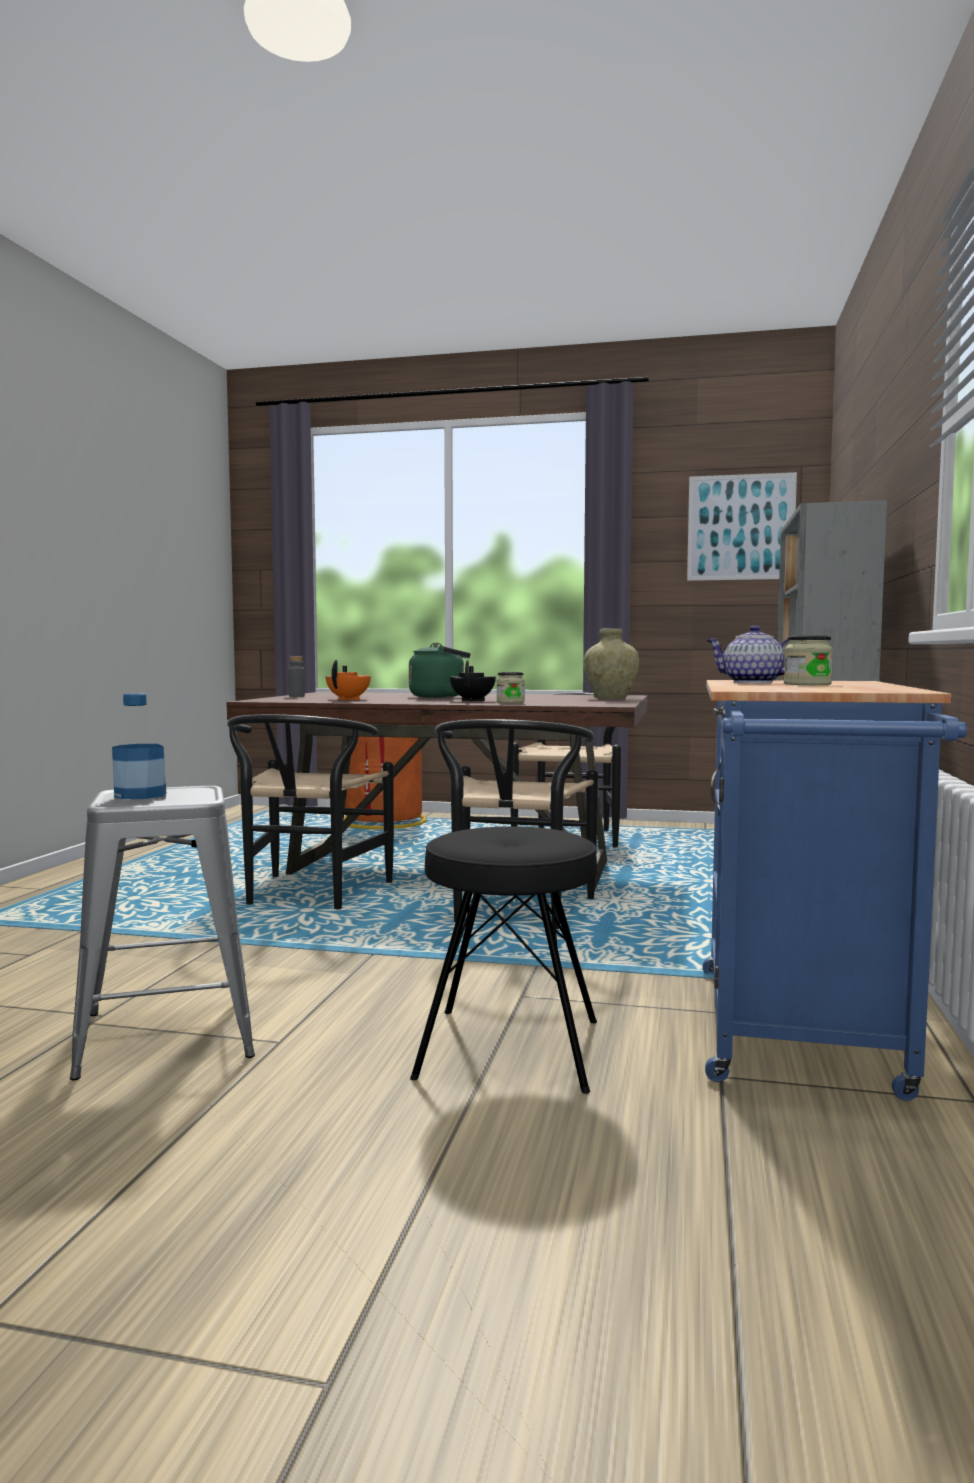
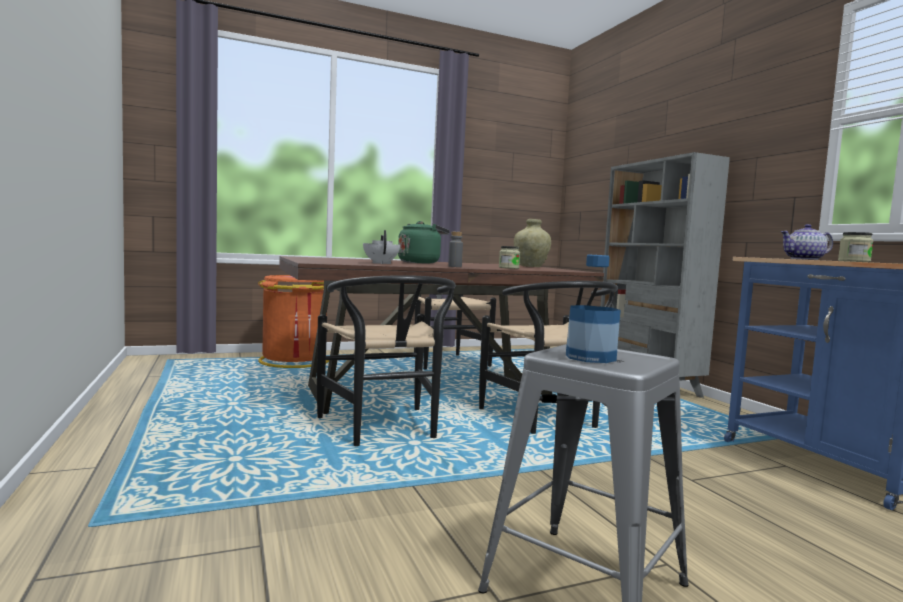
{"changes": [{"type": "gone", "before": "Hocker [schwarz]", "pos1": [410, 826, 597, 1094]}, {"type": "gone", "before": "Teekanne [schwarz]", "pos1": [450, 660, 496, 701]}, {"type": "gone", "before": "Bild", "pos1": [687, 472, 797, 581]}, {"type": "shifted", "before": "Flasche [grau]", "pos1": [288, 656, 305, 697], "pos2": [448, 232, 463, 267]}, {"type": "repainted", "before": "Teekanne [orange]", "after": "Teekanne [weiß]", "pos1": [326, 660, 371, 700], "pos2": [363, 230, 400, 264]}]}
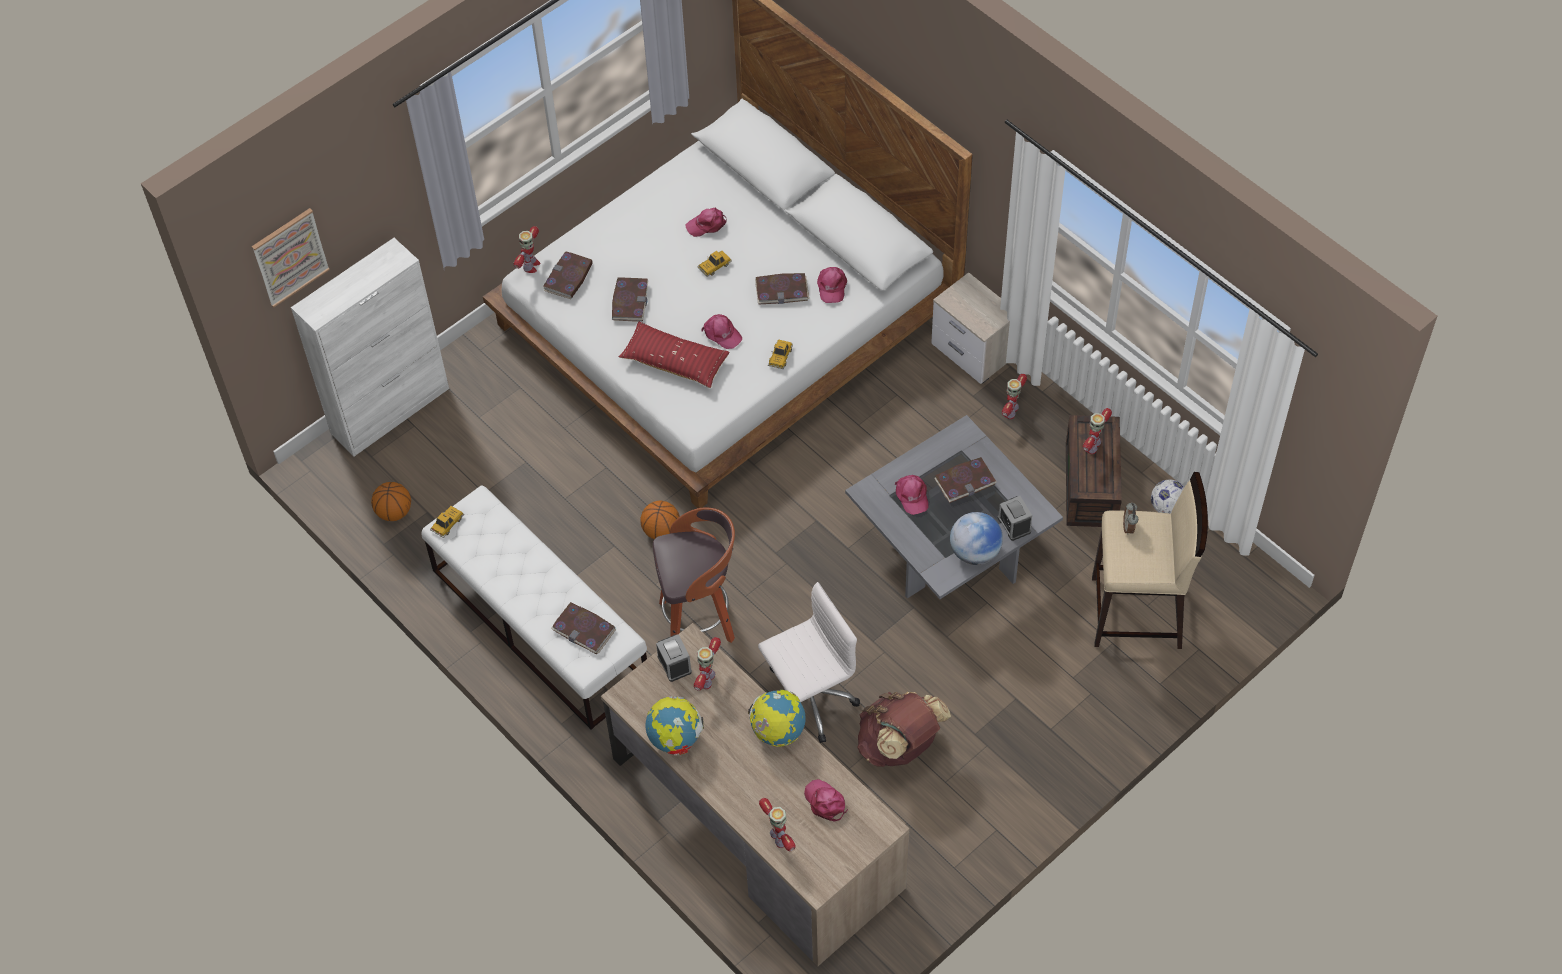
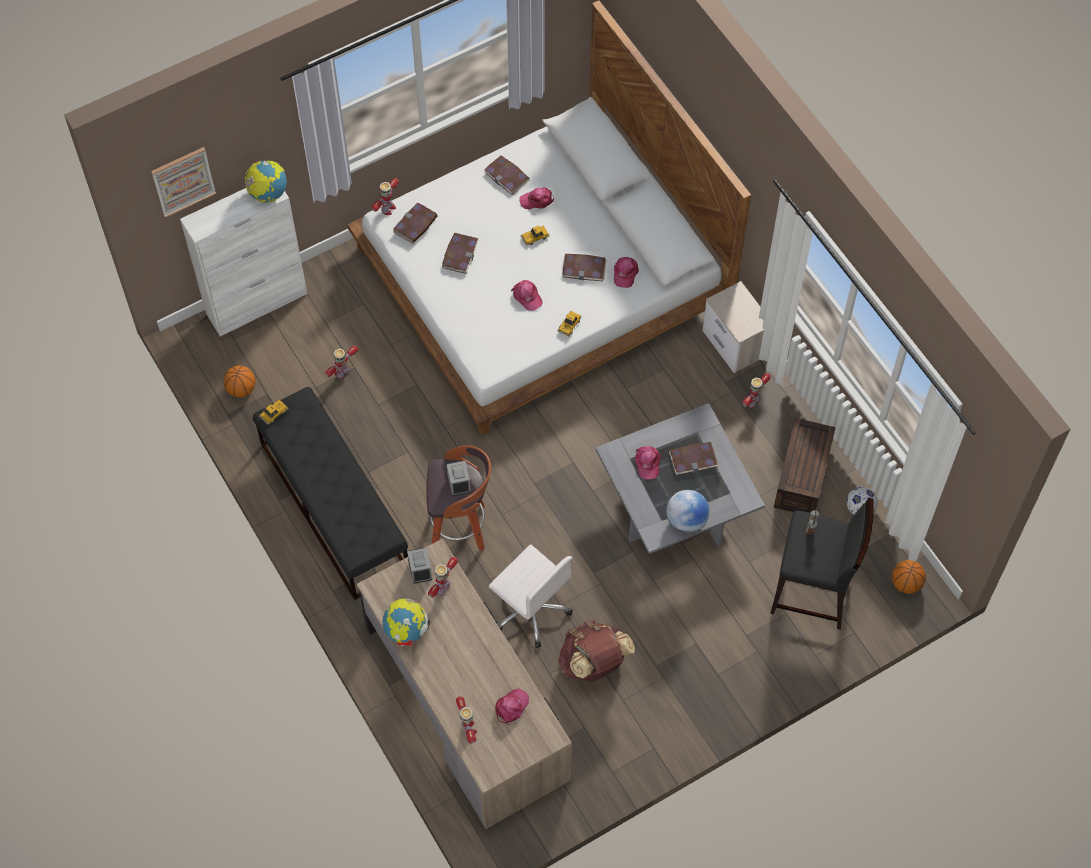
{"changes": [{"type": "gone", "before": "Kissen [rot]", "pos1": [619, 322, 730, 388]}, {"type": "shifted", "before": "Buch", "pos1": [551, 602, 616, 654], "pos2": [484, 155, 530, 195]}, {"type": "shifted", "before": "Basketball", "pos1": [640, 501, 680, 539], "pos2": [892, 560, 926, 594]}, {"type": "shifted", "before": "Globus", "pos1": [748, 690, 806, 747], "pos2": [245, 160, 287, 203]}, {"type": "shifted", "before": "Wecker", "pos1": [998, 496, 1032, 541], "pos2": [447, 461, 471, 496]}, {"type": "shifted", "before": "Spielzeugroboter", "pos1": [1083, 408, 1112, 454], "pos2": [325, 346, 358, 379]}, {"type": "repainted", "before": "Bank [weiß]", "after": "Bank [schwarz]", "pos1": [421, 486, 647, 730], "pos2": [253, 387, 408, 600]}, {"type": "repainted", "before": "Hocker [beige]", "after": "Hocker [schwarz]", "pos1": [1092, 472, 1208, 649], "pos2": [770, 498, 874, 630]}, {"type": "rotated", "before": "Bürostuhl [weiß]", "pos1": [758, 582, 860, 743], "pos2": [489, 545, 573, 648], "turn": 60}, {"type": "rotated", "before": "Kappe [rosa]", "pos1": [804, 779, 848, 822], "pos2": [495, 689, 529, 725], "turn": 60}]}
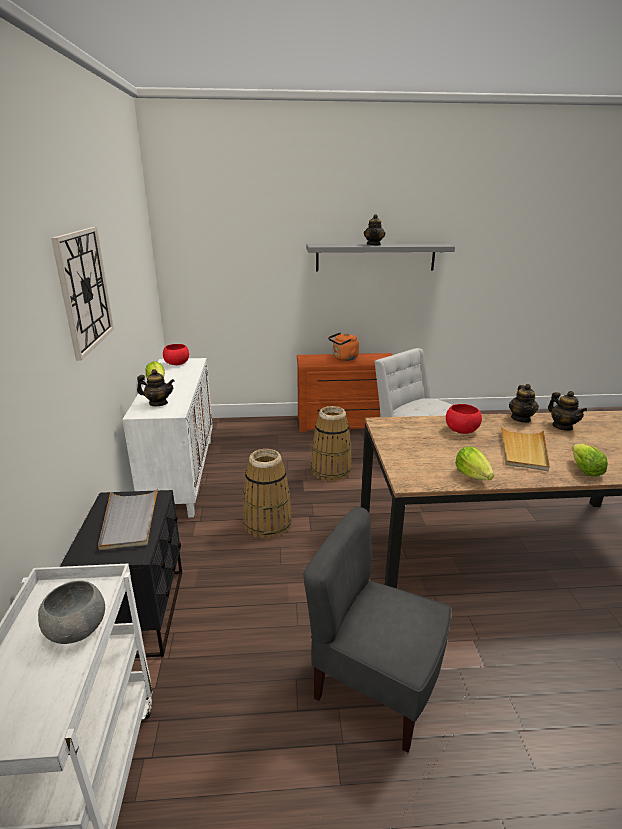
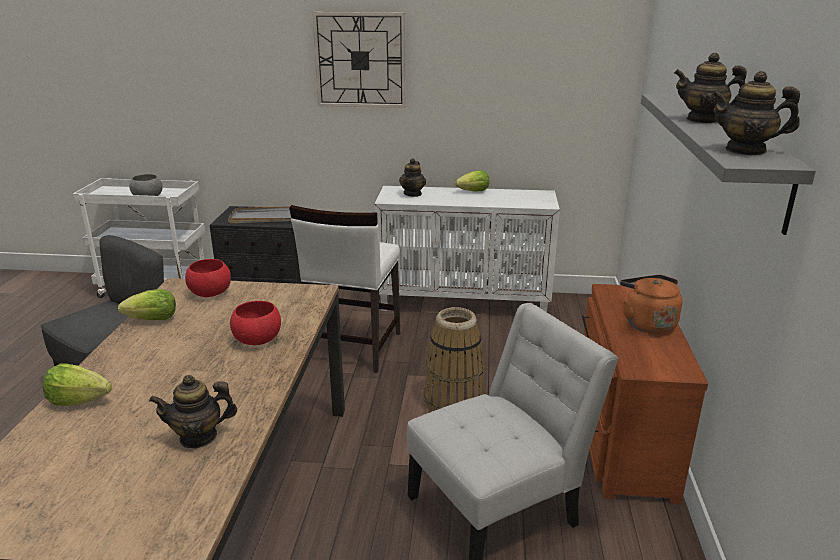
{"changes": [{"type": "gone", "before": "Tablett [beige]", "pos1": [500, 425, 549, 471]}, {"type": "shifted", "before": "Schüssel [rot]", "pos1": [163, 344, 189, 365], "pos2": [185, 259, 231, 297]}, {"type": "shifted", "before": "Teekanne", "pos1": [509, 384, 539, 423], "pos2": [711, 71, 800, 155]}, {"type": "swapped", "before": "Korb", "after": "Stuhl [weiß]", "pos1": [243, 449, 292, 539], "pos2": [289, 205, 400, 373]}]}
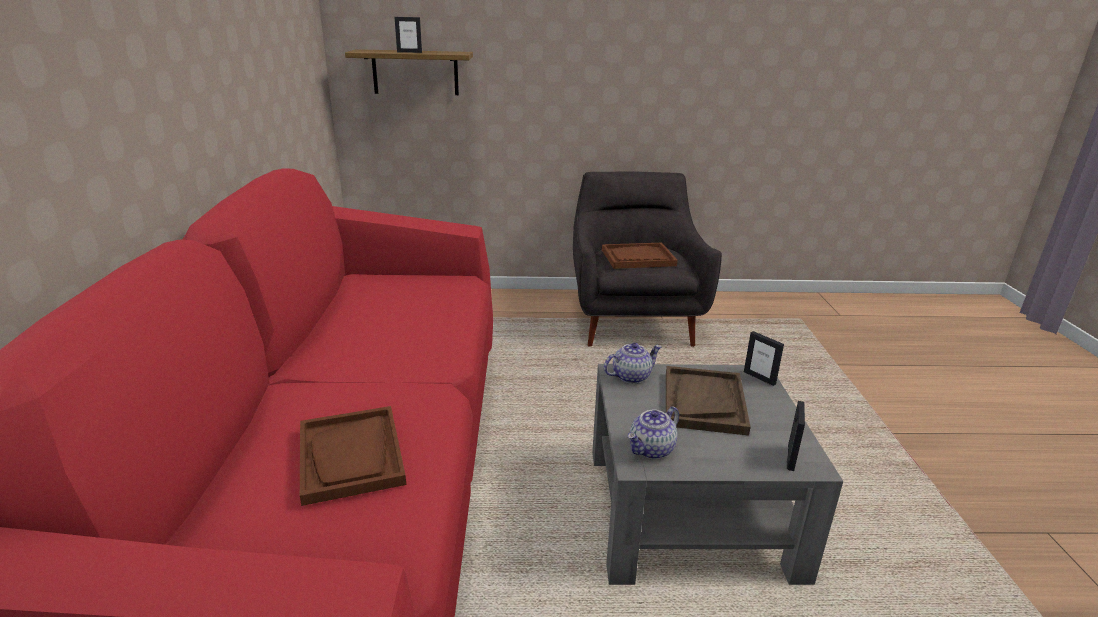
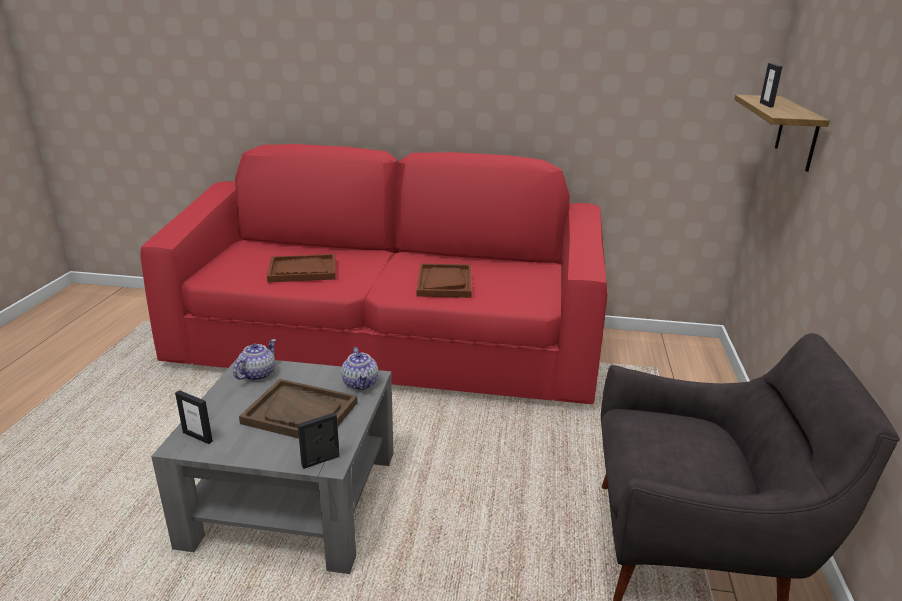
{"changes": [{"type": "shifted", "before": "Tablett [braun]", "pos1": [602, 243, 678, 269], "pos2": [417, 263, 472, 298]}, {"type": "rotated", "before": "Teekanne", "pos1": [628, 406, 679, 459], "pos2": [233, 339, 276, 381], "turn": 60}]}
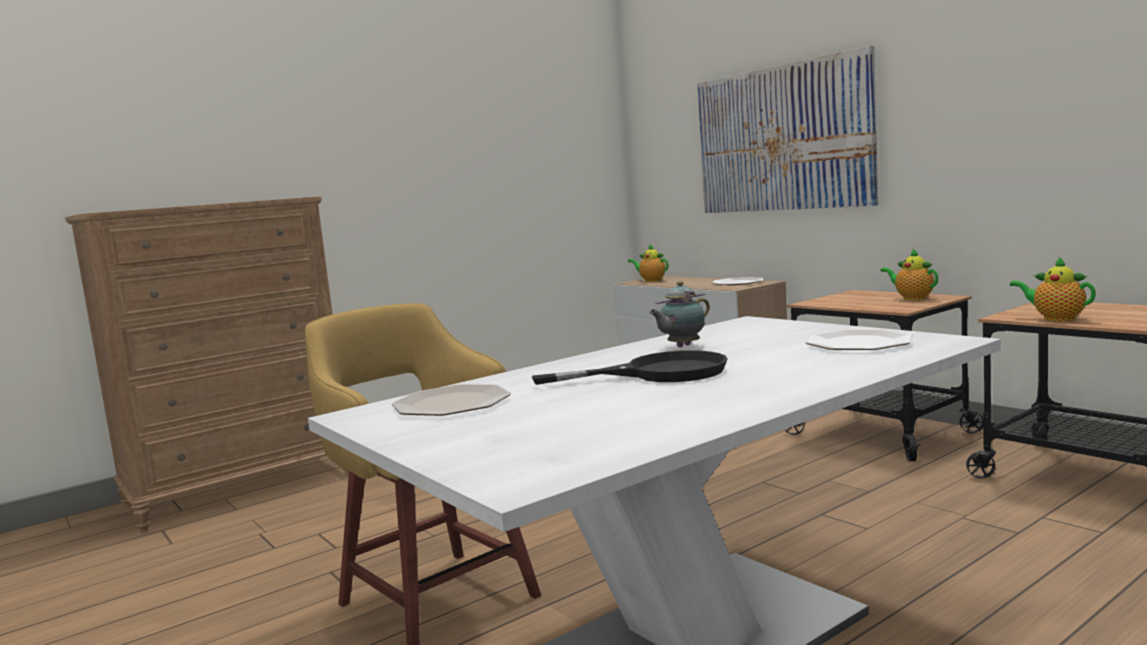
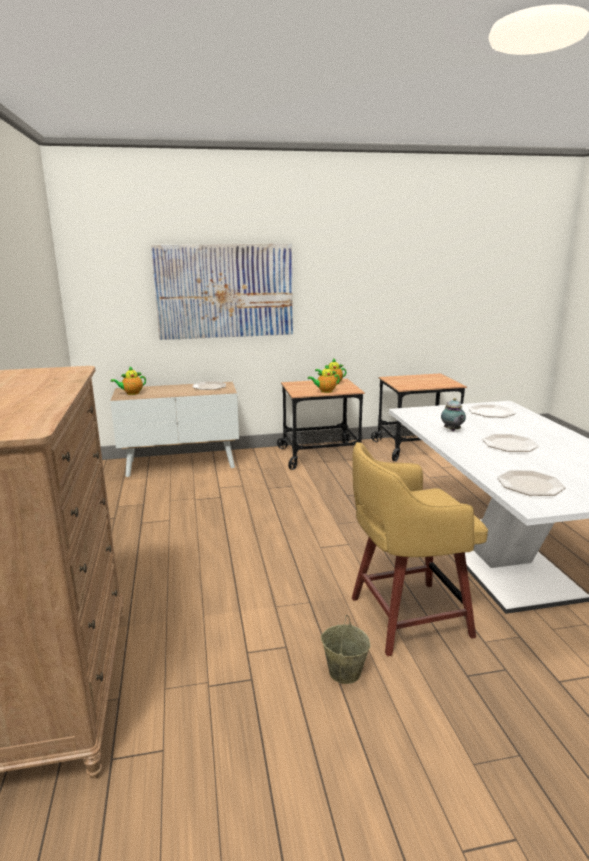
{"changes": [{"type": "new", "after": "Eimer [beige]", "pos2": [321, 615, 371, 684]}, {"type": "shifted", "before": "Teekanne", "pos1": [1010, 257, 1096, 322], "pos2": [308, 365, 340, 393]}, {"type": "swapped", "before": "Pfanne [schwarz]", "after": "Teller", "pos1": [532, 350, 728, 385], "pos2": [482, 434, 539, 452]}]}
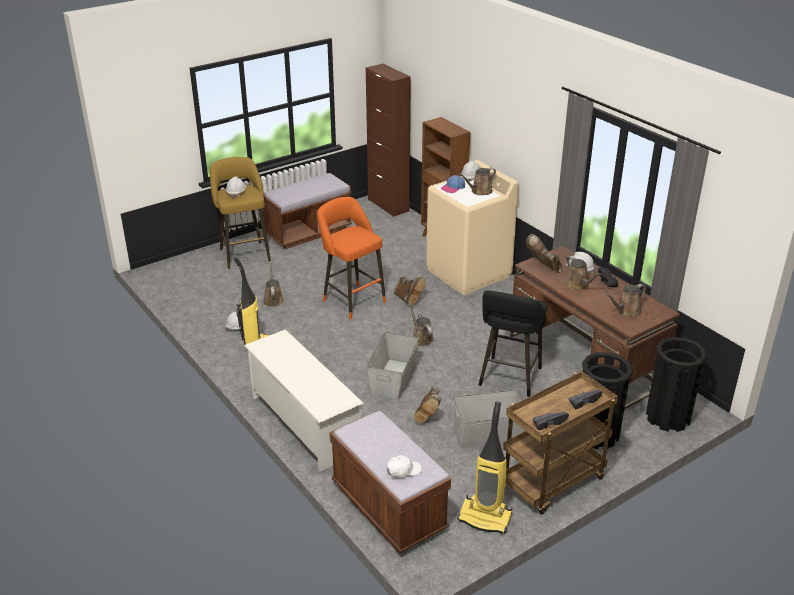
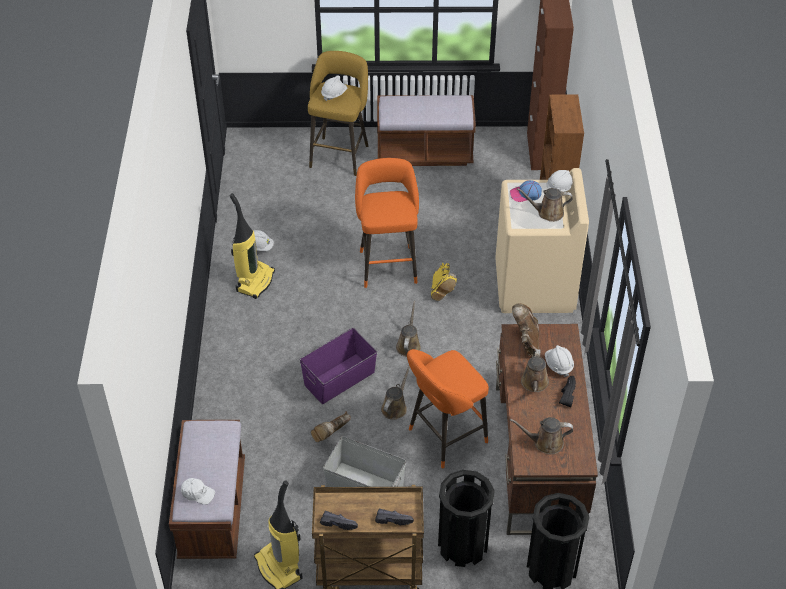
{"changes": [{"type": "gone", "before": "Schuhregal [weiß]", "pos1": [244, 329, 363, 471]}, {"type": "shifted", "before": "Gießkanne [braun]", "pos1": [263, 264, 284, 307], "pos2": [381, 366, 410, 420]}, {"type": "repainted", "before": "Aufbewahrungsbox [grau]", "after": "Aufbewahrungsbox [lila]", "pos1": [366, 332, 420, 400], "pos2": [300, 328, 377, 404]}, {"type": "repainted", "before": "Stiefel [braun]", "after": "Stiefel [gelb]", "pos1": [394, 276, 426, 306], "pos2": [431, 263, 457, 301]}, {"type": "repainted", "before": "Hocker [schwarz]", "after": "Hocker [orange]", "pos1": [479, 290, 547, 397], "pos2": [407, 349, 489, 468]}]}
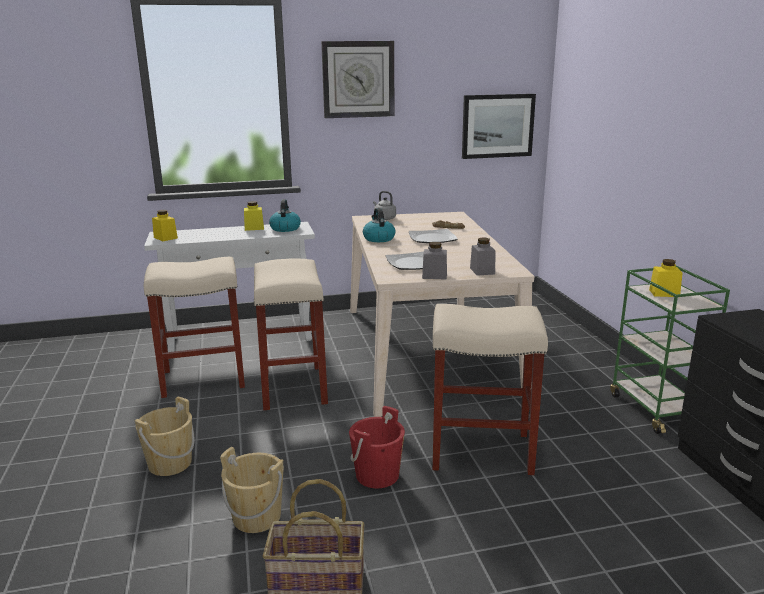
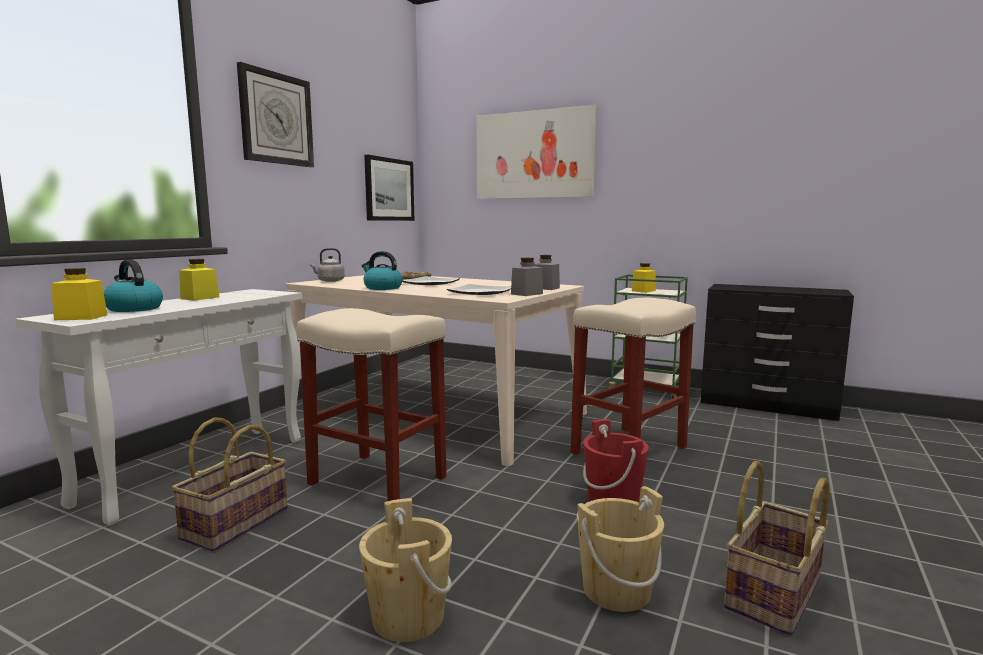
{"changes": [{"type": "new", "after": "Bild", "pos2": [477, 105, 596, 199]}, {"type": "shifted", "before": "Wasserkessel", "pos1": [269, 199, 301, 232], "pos2": [104, 259, 163, 312]}, {"type": "swapped", "before": "Hocker [beige]", "after": "Korb", "pos1": [144, 257, 245, 398], "pos2": [171, 417, 287, 552]}]}
